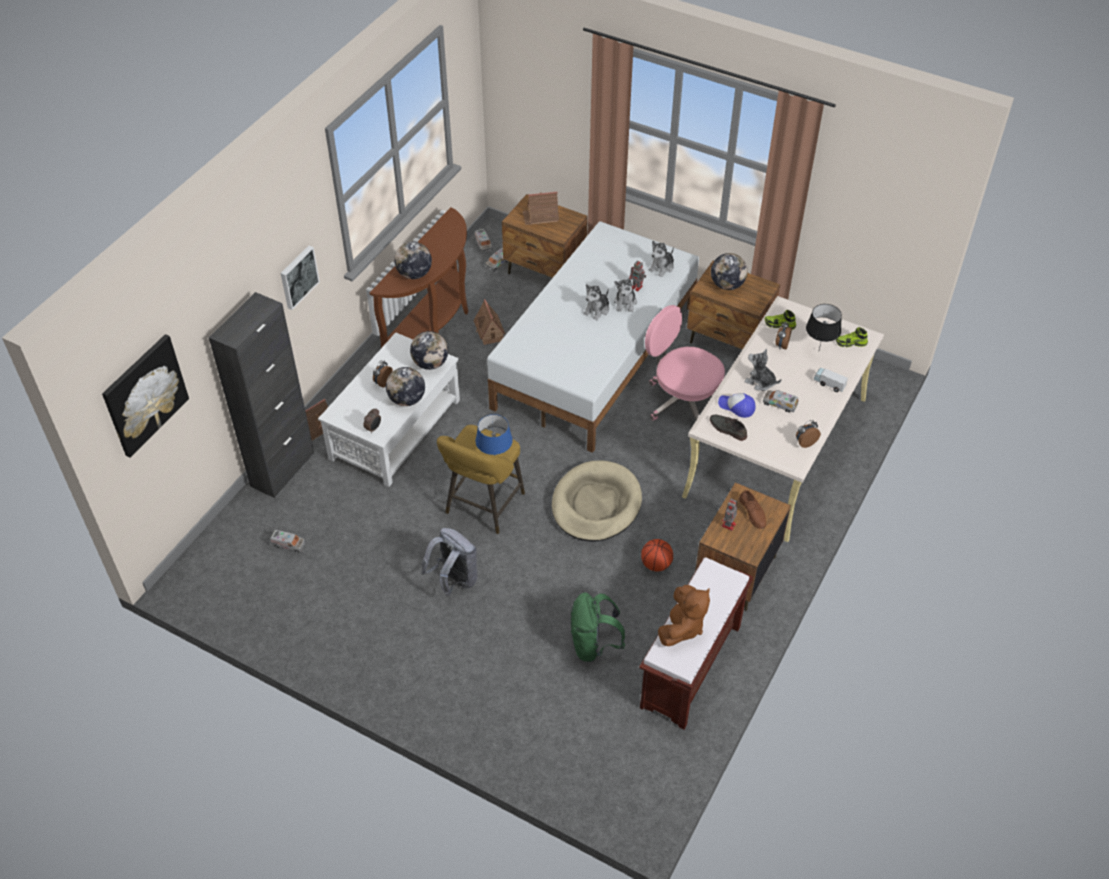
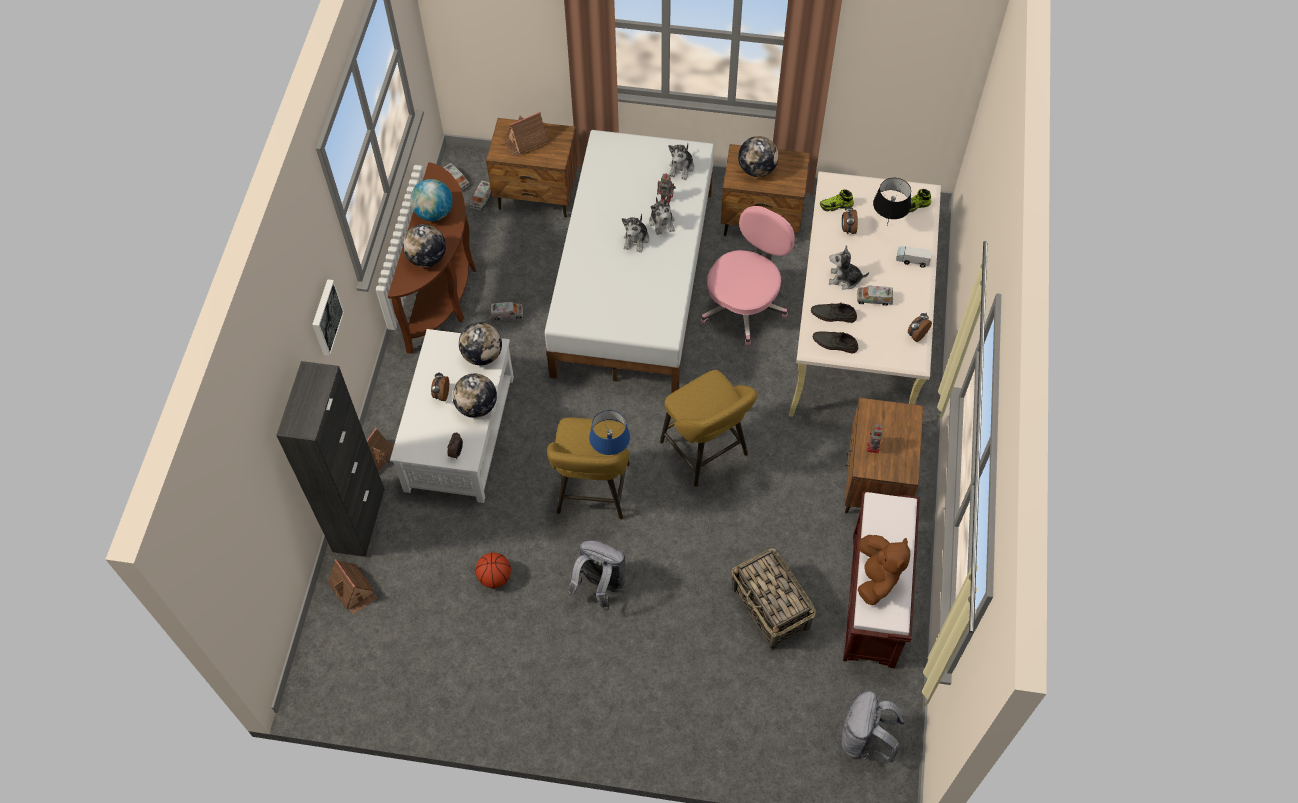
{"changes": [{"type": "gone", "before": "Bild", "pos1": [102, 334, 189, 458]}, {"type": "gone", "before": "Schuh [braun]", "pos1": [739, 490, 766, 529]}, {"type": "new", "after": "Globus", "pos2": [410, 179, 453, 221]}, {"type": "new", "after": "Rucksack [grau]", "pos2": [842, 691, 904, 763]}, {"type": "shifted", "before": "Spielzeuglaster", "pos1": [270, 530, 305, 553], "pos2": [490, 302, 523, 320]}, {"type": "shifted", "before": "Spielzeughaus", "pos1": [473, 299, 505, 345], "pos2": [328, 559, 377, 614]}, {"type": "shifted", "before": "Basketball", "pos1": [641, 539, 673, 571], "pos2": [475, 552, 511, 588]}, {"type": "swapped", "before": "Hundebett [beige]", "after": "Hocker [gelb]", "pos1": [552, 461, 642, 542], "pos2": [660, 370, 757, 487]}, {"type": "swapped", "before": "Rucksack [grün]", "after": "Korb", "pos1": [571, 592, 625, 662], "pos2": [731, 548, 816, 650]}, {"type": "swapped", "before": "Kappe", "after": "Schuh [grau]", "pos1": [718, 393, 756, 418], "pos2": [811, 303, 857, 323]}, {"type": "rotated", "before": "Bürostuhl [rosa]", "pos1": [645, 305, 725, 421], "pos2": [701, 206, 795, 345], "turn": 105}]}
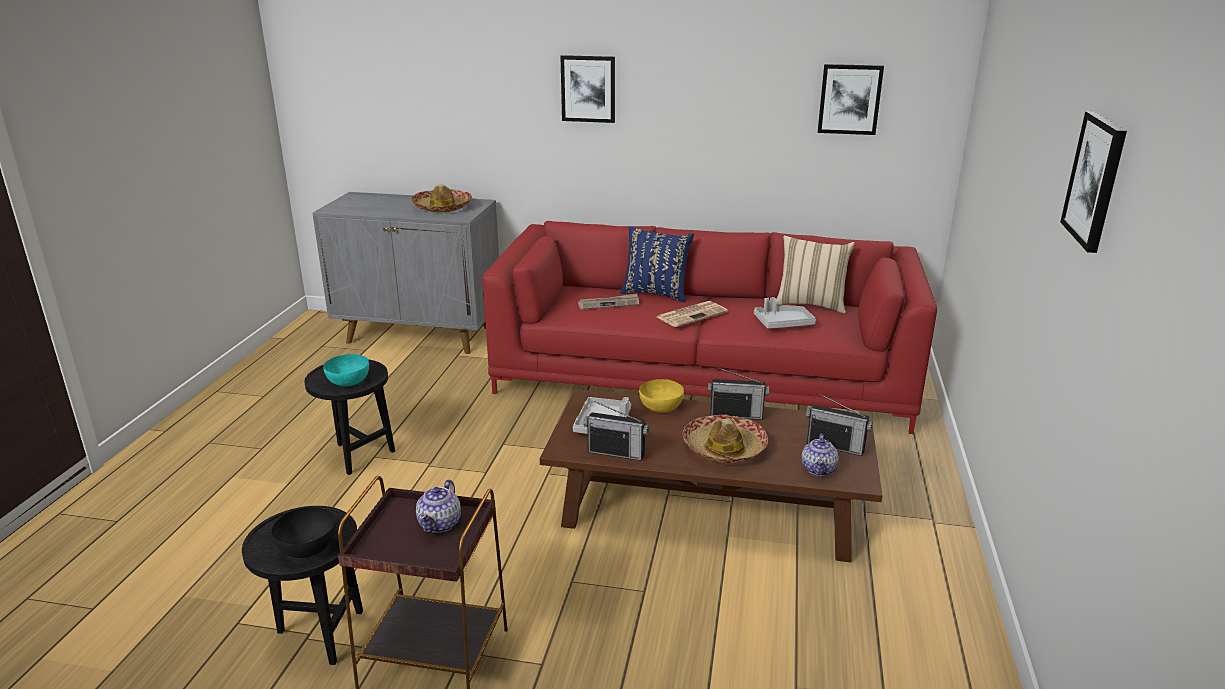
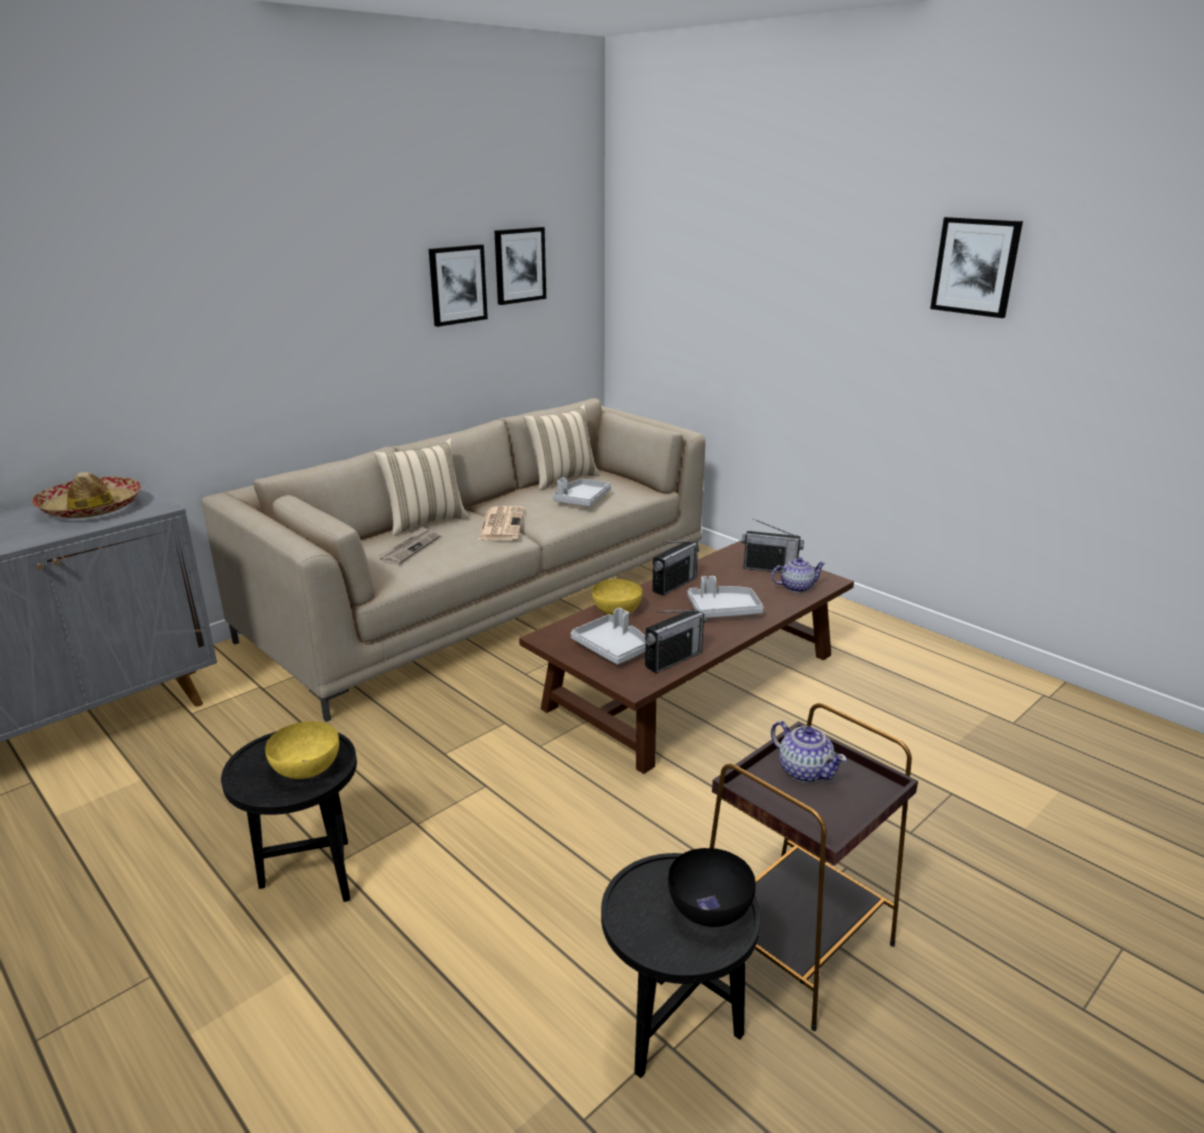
{"changes": [{"type": "shifted", "before": "Bild", "pos1": [560, 55, 615, 123], "pos2": [429, 244, 488, 327]}, {"type": "swapped", "before": "Hut", "after": "Tablett [grau]", "pos1": [683, 415, 768, 463], "pos2": [688, 576, 764, 618]}, {"type": "repainted", "before": "Schüssel [türkis]", "after": "Schüssel [gelb]", "pos1": [323, 354, 369, 386], "pos2": [265, 721, 339, 779]}, {"type": "repainted", "before": "Sofa [rot]", "after": "Sofa [beige]", "pos1": [483, 221, 937, 434], "pos2": [201, 398, 706, 722]}, {"type": "repainted", "before": "Kissen [blau]", "after": "Kissen [beige]", "pos1": [620, 226, 694, 302], "pos2": [374, 438, 469, 536]}, {"type": "rotated", "before": "Teekanne", "pos1": [802, 434, 839, 476], "pos2": [771, 557, 826, 592], "turn": -60}, {"type": "rotated", "before": "Radio", "pos1": [806, 394, 873, 456], "pos2": [742, 518, 804, 573], "turn": 45}]}
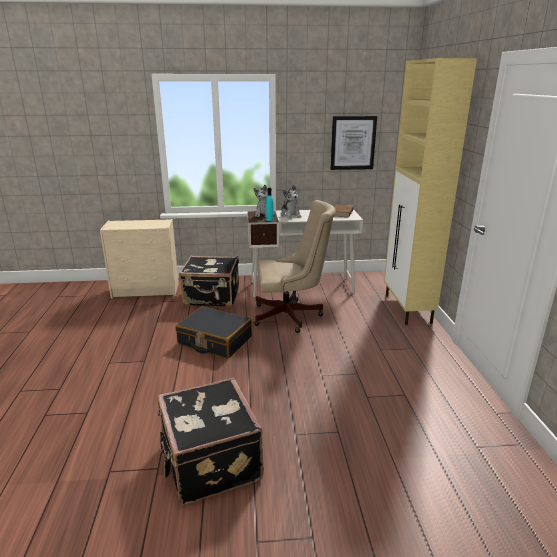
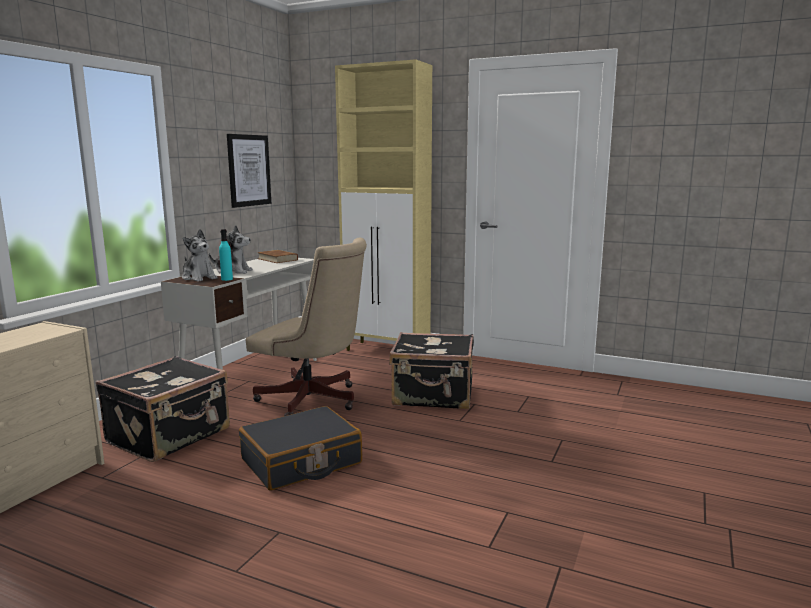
{"changes": [{"type": "shifted", "before": "Koffer [schwarz]", "pos1": [157, 378, 264, 505], "pos2": [389, 332, 474, 409]}, {"type": "rotated", "before": "Bürostuhl [beige]", "pos1": [254, 200, 336, 333], "pos2": [246, 238, 367, 416], "turn": 90}]}
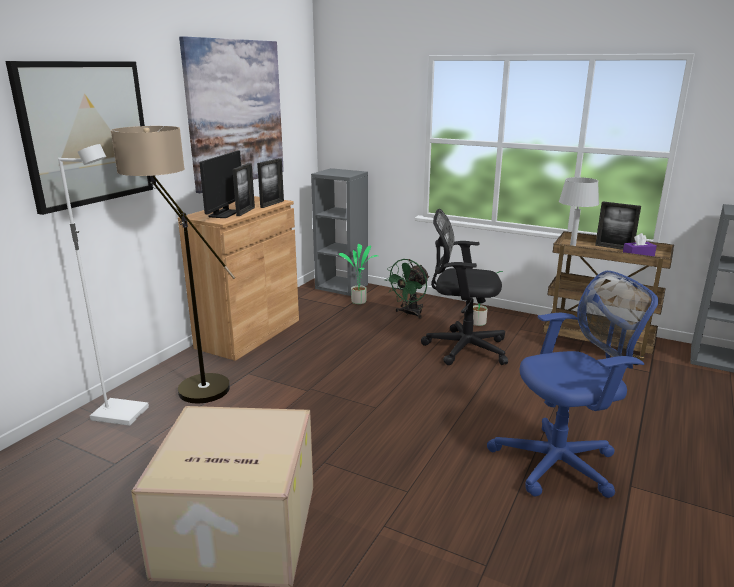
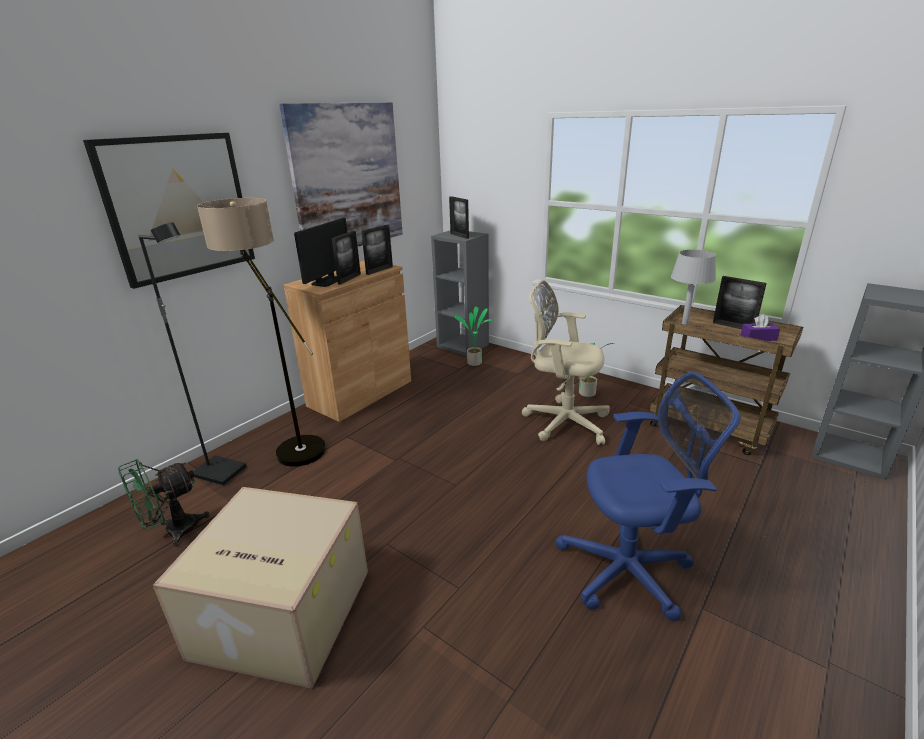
{"changes": [{"type": "new", "after": "Bilderrahmen", "pos2": [449, 196, 469, 239]}, {"type": "shifted", "before": "Ventilator [grün]", "pos1": [385, 259, 430, 319], "pos2": [118, 459, 210, 547]}, {"type": "repainted", "before": "Stehlampe [weiß]", "after": "Stehlampe [schwarz]", "pos1": [58, 144, 149, 426], "pos2": [138, 222, 246, 486]}, {"type": "repainted", "before": "Bürostuhl [schwarz]", "after": "Bürostuhl [beige]", "pos1": [421, 209, 508, 365], "pos2": [521, 280, 610, 445]}]}
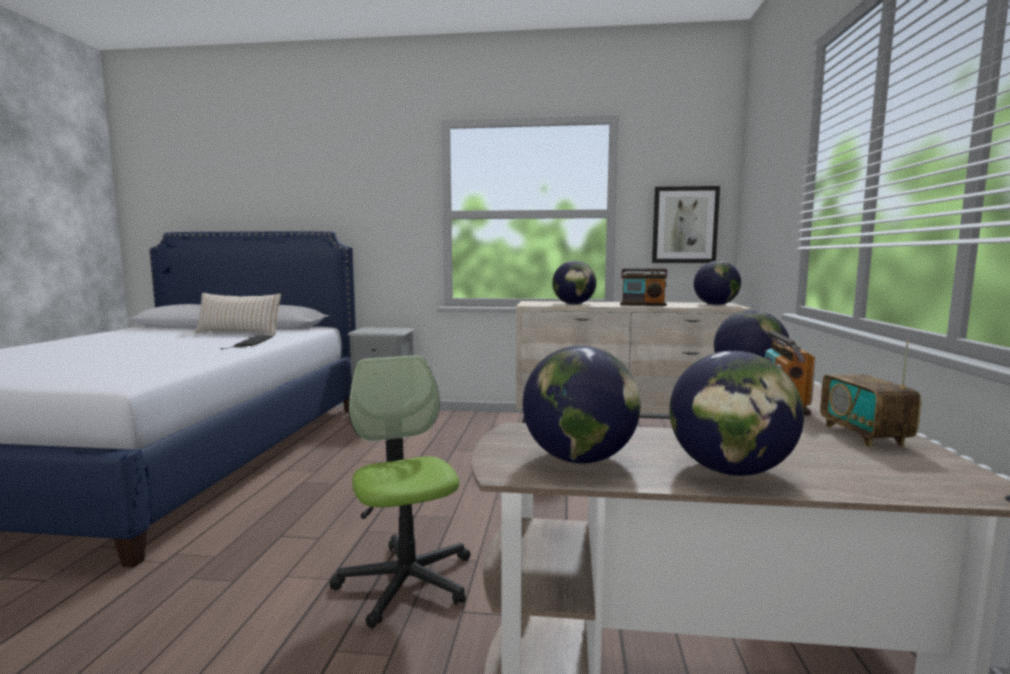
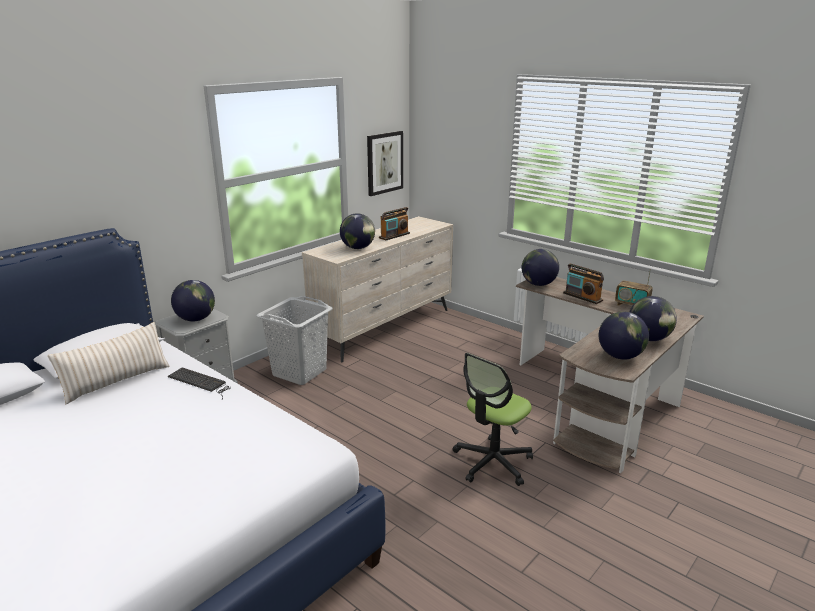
{"changes": [{"type": "new", "after": "Wäschekorb [grau]", "pos2": [256, 296, 333, 385]}, {"type": "shifted", "before": "Globus", "pos1": [694, 261, 741, 305], "pos2": [171, 280, 215, 321]}, {"type": "rotated", "before": "Bürostuhl", "pos1": [330, 355, 471, 628], "pos2": [452, 353, 533, 486], "turn": -60}]}
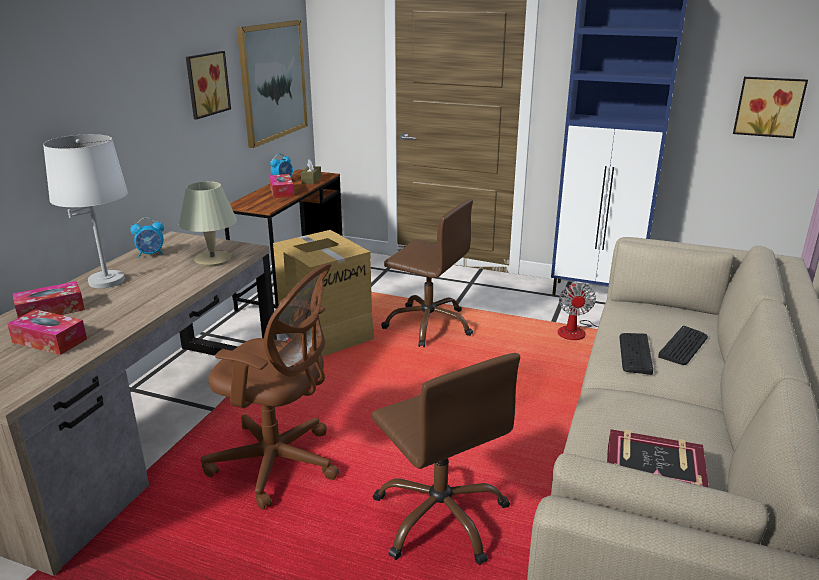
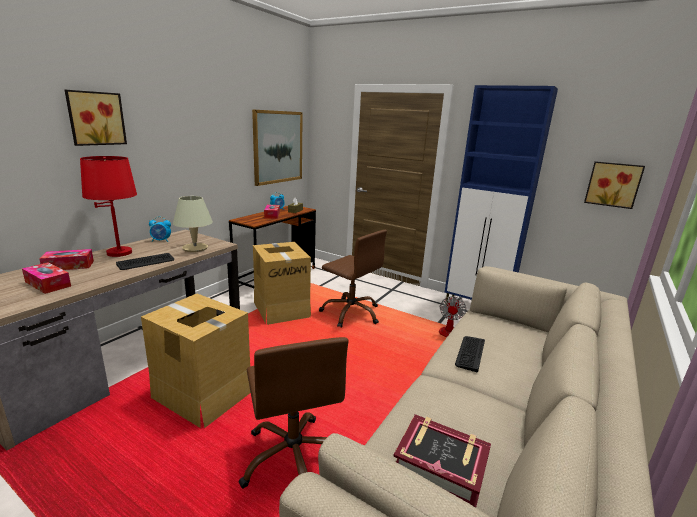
{"changes": [{"type": "shifted", "before": "Bild", "pos1": [186, 51, 231, 119], "pos2": [65, 90, 127, 146]}, {"type": "shifted", "before": "Tastatur", "pos1": [658, 326, 708, 365], "pos2": [116, 253, 174, 270]}, {"type": "swapped", "before": "Bürostuhl [braun]", "after": "Karton", "pos1": [201, 263, 340, 510], "pos2": [141, 294, 251, 428]}, {"type": "repainted", "before": "Tischlampe [weiß]", "after": "Tischlampe [rot]", "pos1": [43, 134, 128, 288], "pos2": [80, 156, 137, 257]}]}
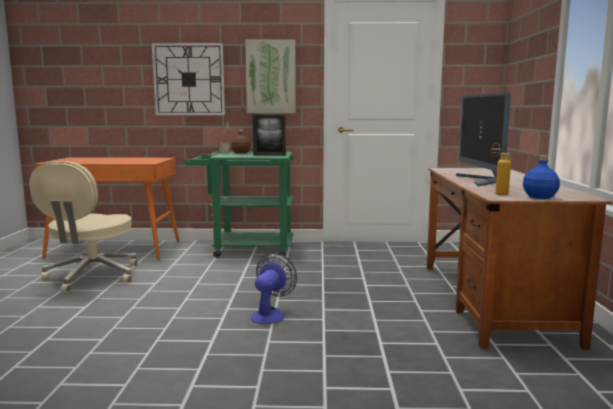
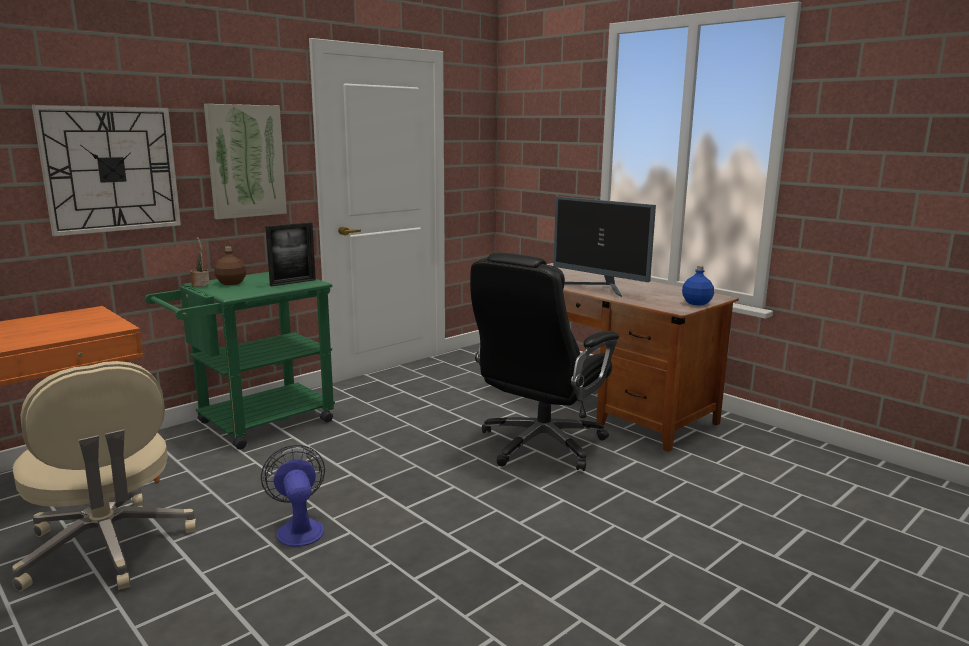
{"changes": [{"type": "gone", "before": "Flasche", "pos1": [491, 143, 511, 195]}, {"type": "new", "after": "Bürostuhl [schwarz]", "pos2": [470, 252, 619, 471]}, {"type": "shifted", "before": "Ventilator", "pos1": [251, 253, 297, 324], "pos2": [261, 445, 325, 547]}]}
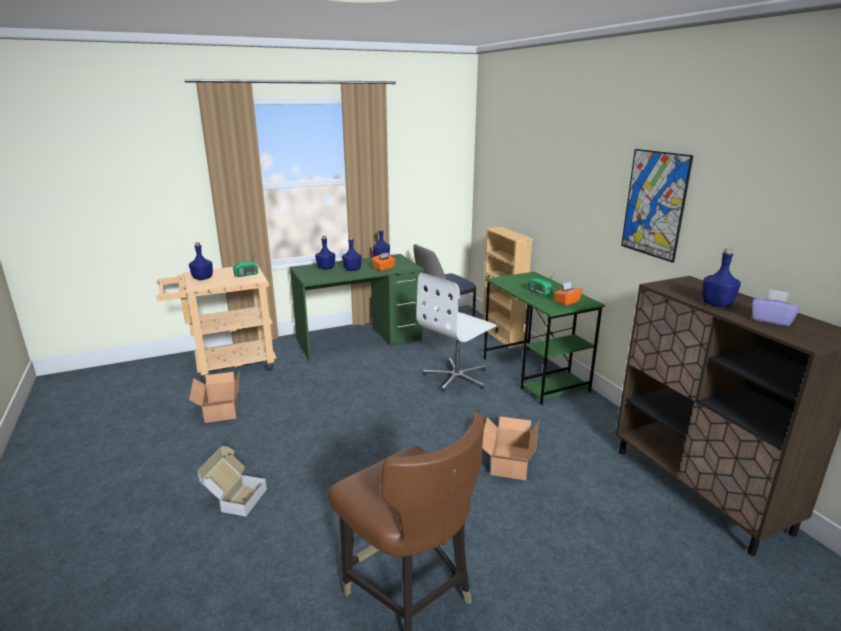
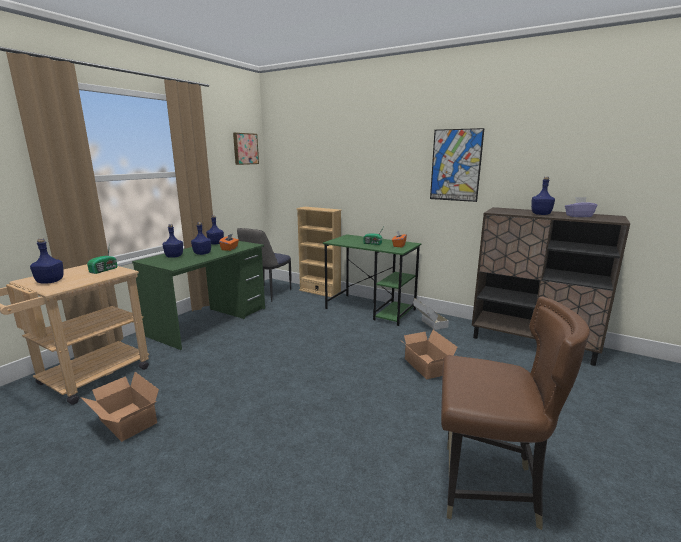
{"changes": [{"type": "gone", "before": "Bürostuhl [weiß]", "pos1": [417, 273, 497, 392]}, {"type": "new", "after": "Bild", "pos2": [233, 133, 259, 165]}, {"type": "shifted", "before": "Karton", "pos1": [197, 446, 267, 517], "pos2": [413, 298, 449, 330]}]}
